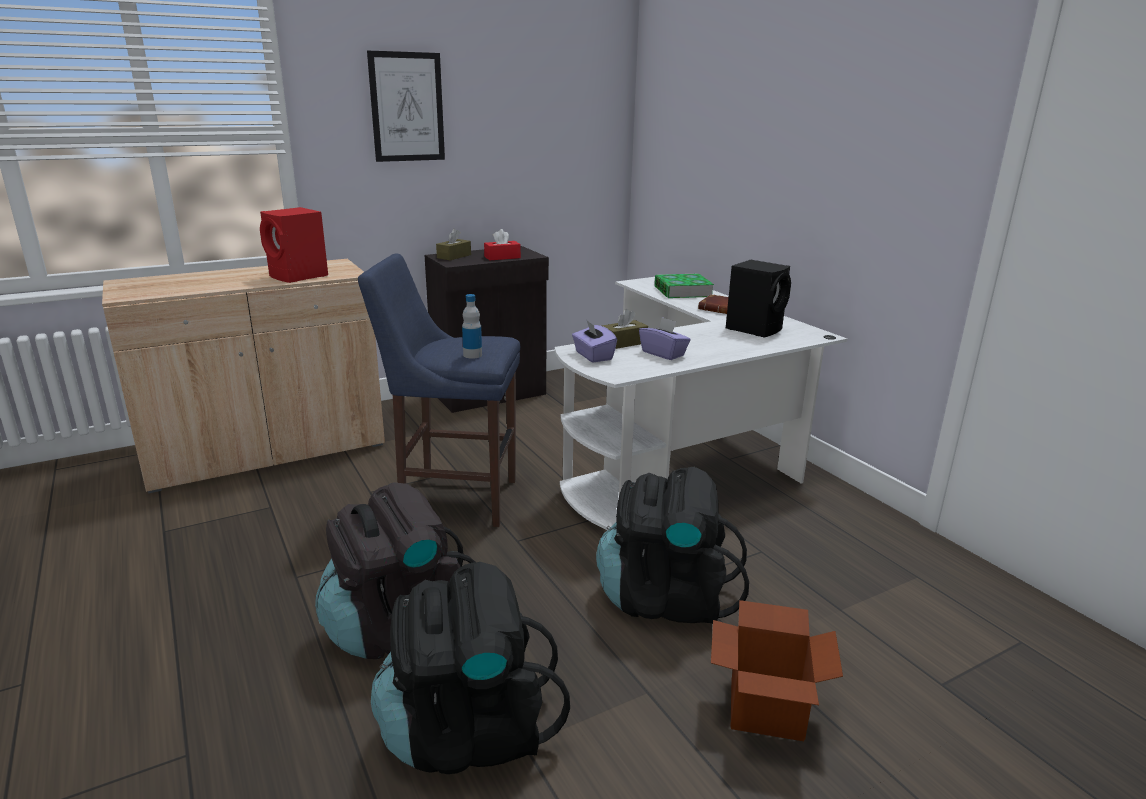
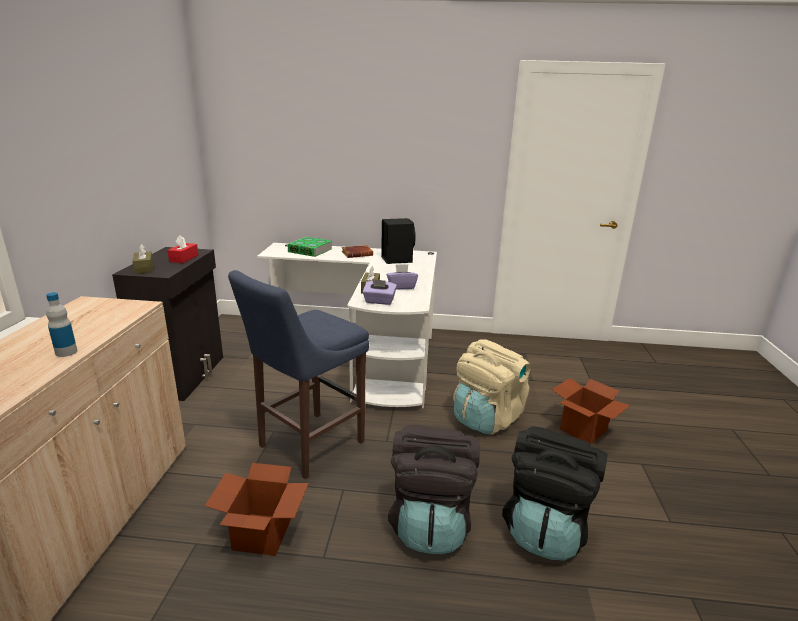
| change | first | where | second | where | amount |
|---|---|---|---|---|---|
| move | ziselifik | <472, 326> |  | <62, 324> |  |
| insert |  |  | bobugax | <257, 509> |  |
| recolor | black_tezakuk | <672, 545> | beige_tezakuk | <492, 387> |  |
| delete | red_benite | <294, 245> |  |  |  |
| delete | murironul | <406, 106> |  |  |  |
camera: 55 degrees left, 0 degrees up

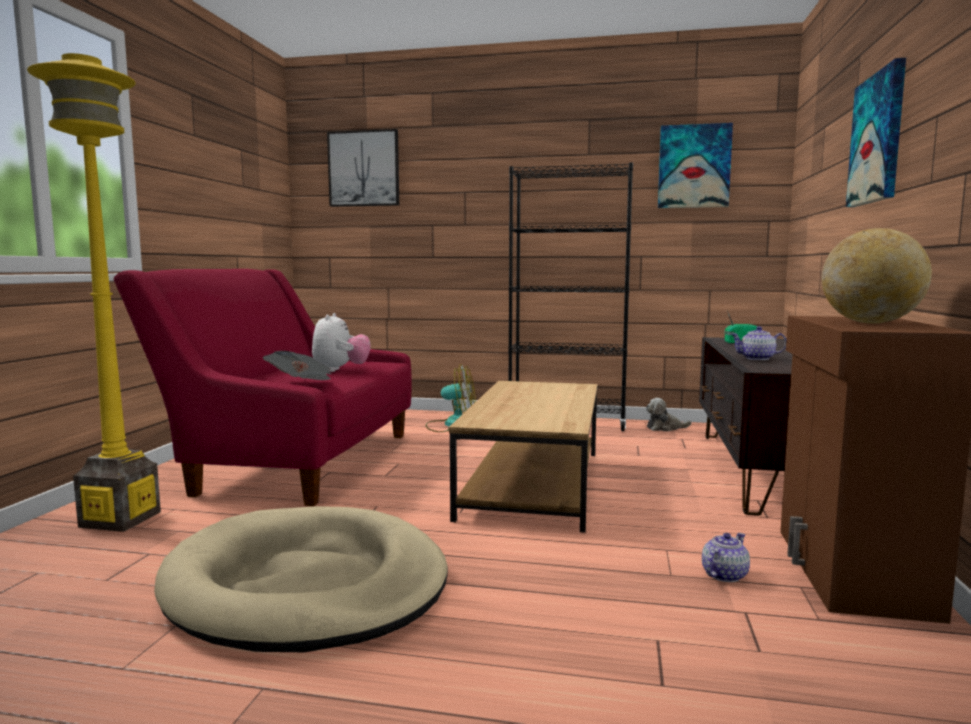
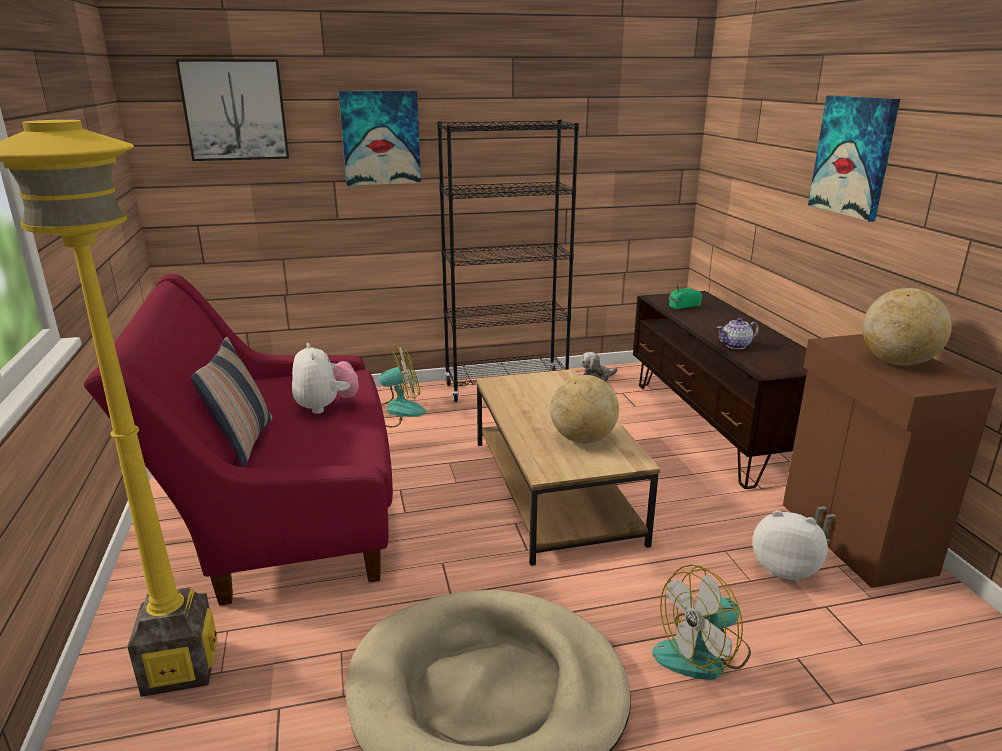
| change | first | where | second | where | amount |
|---|---|---|---|---|---|
| insert |  |  | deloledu | <232, 402> |  |
| move | murironul | <695, 165> |  | <380, 138> |  |
| insert |  |  | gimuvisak | <584, 409> |  |
| insert |  |  | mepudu | <701, 622> |  |
| replace | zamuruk | <726, 557> | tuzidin | <790, 545> |  |
| delete | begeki | <297, 365> |  |  |  |
camera: 25 degrees left, 15 degrees up

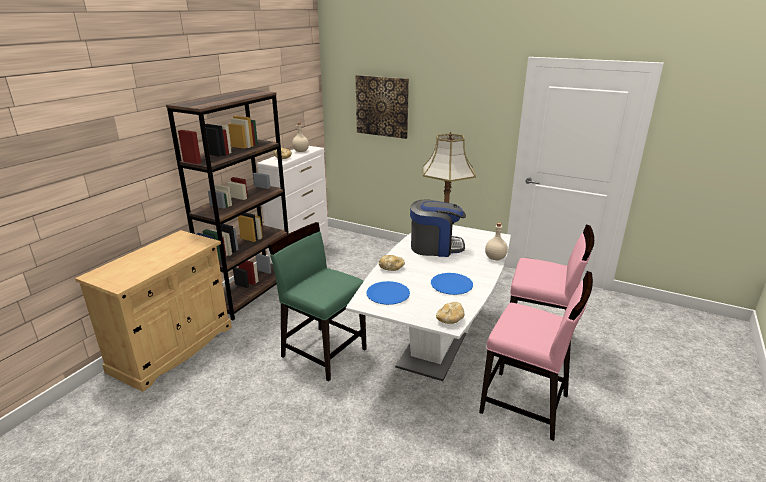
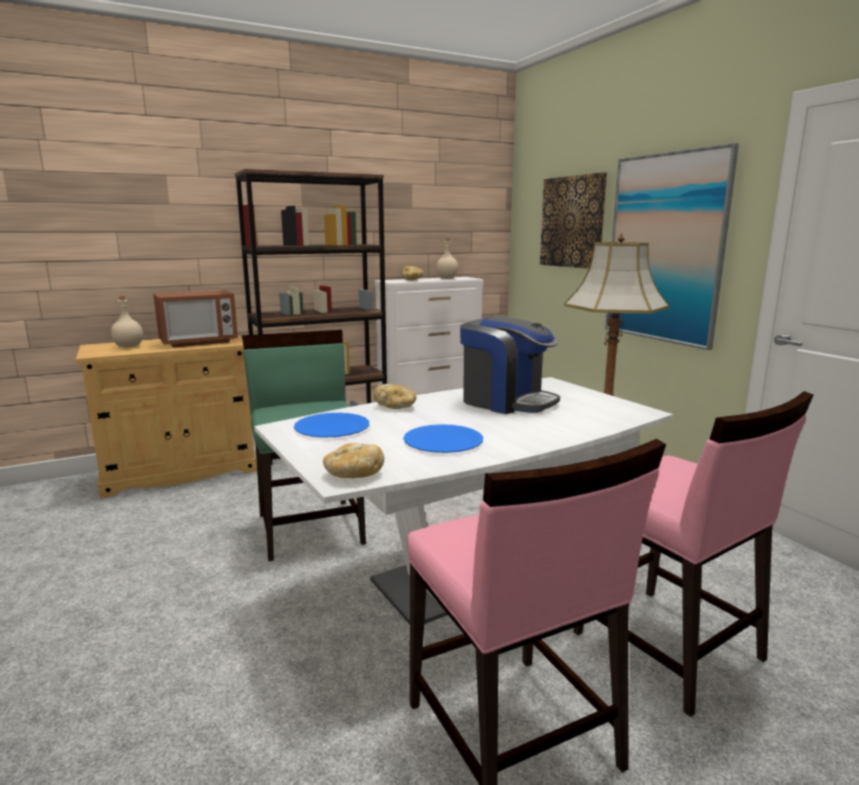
| change | first | where | second | where | amount |
|---|---|---|---|---|---|
| move | beige_ziselifik | <496, 241> |  | <127, 322> |  |
| insert |  |  | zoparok | <195, 318> |  |
| insert |  |  | murironul | <672, 246> |  |
camera: 35 degrees right, 10 degrees down

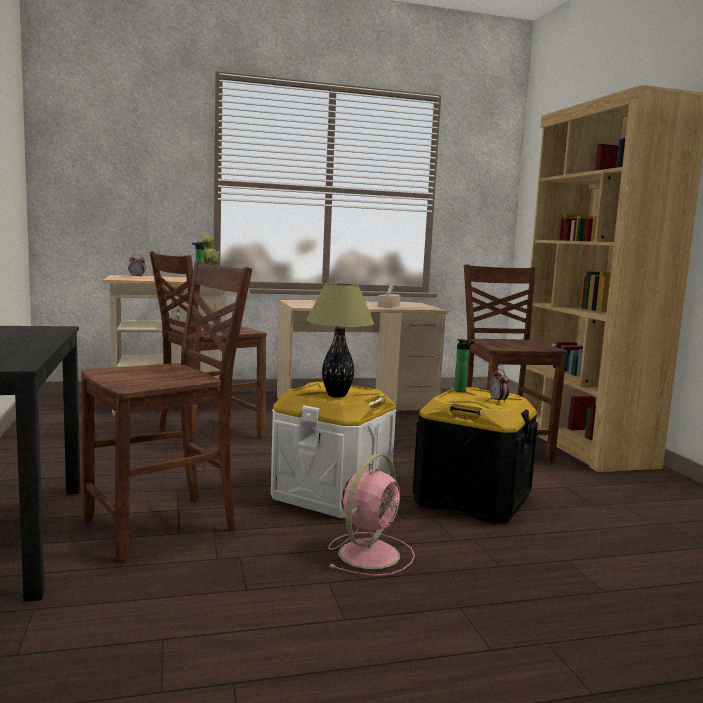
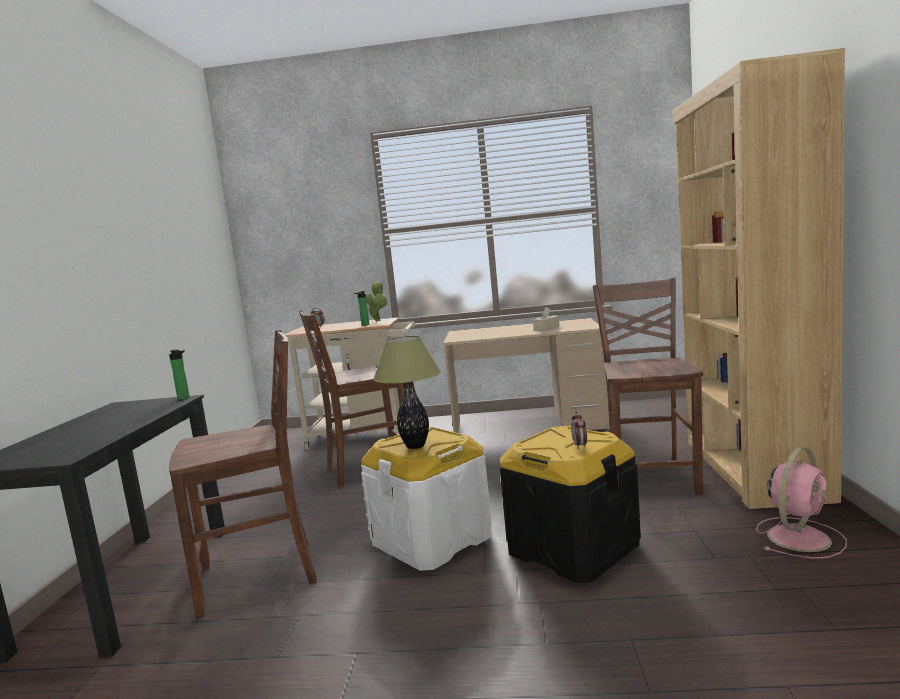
| change | first | where | second | where | amount |
|---|---|---|---|---|---|
| move | ziselifik | <464, 365> |  | <179, 374> |  |
| move | pink_mepudu | <372, 515> |  | <801, 503> |  |
camera: 20 degrees right, 0 degrees up

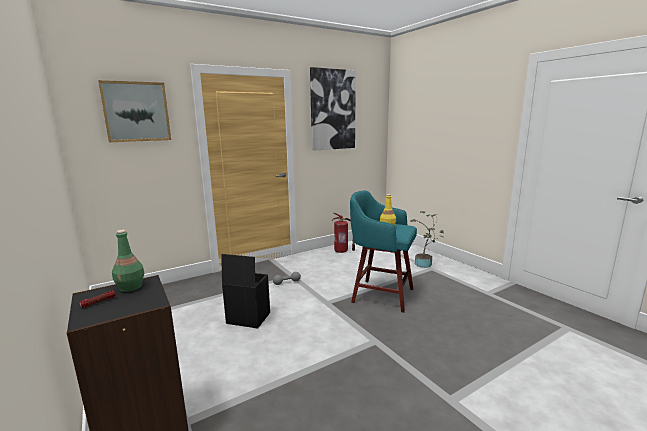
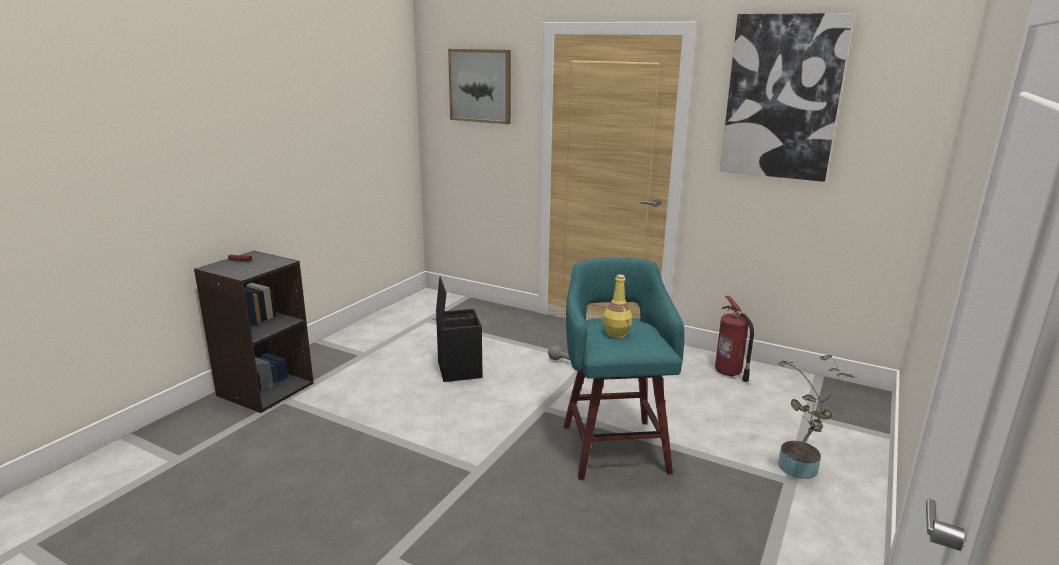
| change | first | where | second | where | amount |
|---|---|---|---|---|---|
| delete | green_ziselifik | <128, 261> |  |  |  |
camera: 60 degrees right, 5 degrees up

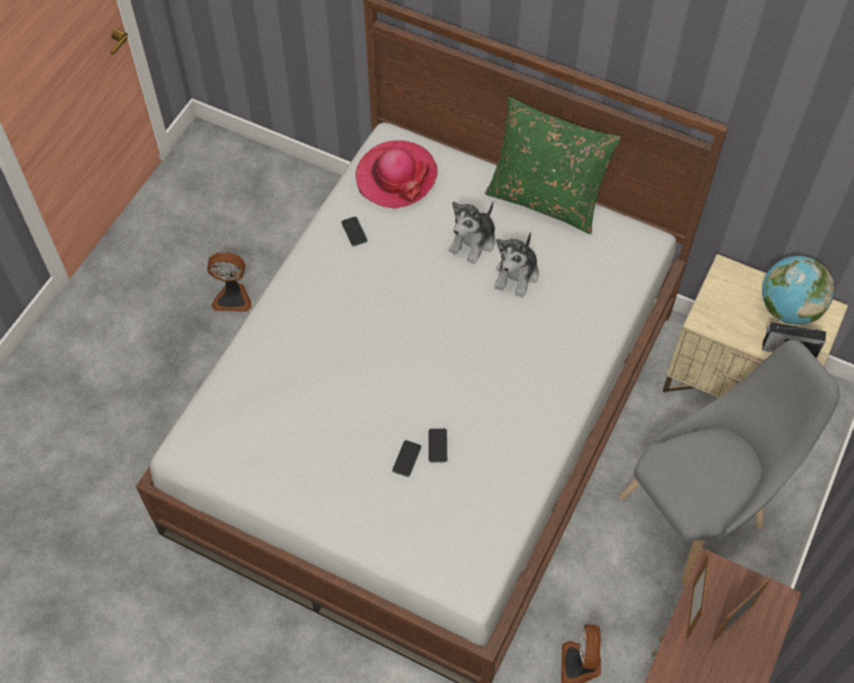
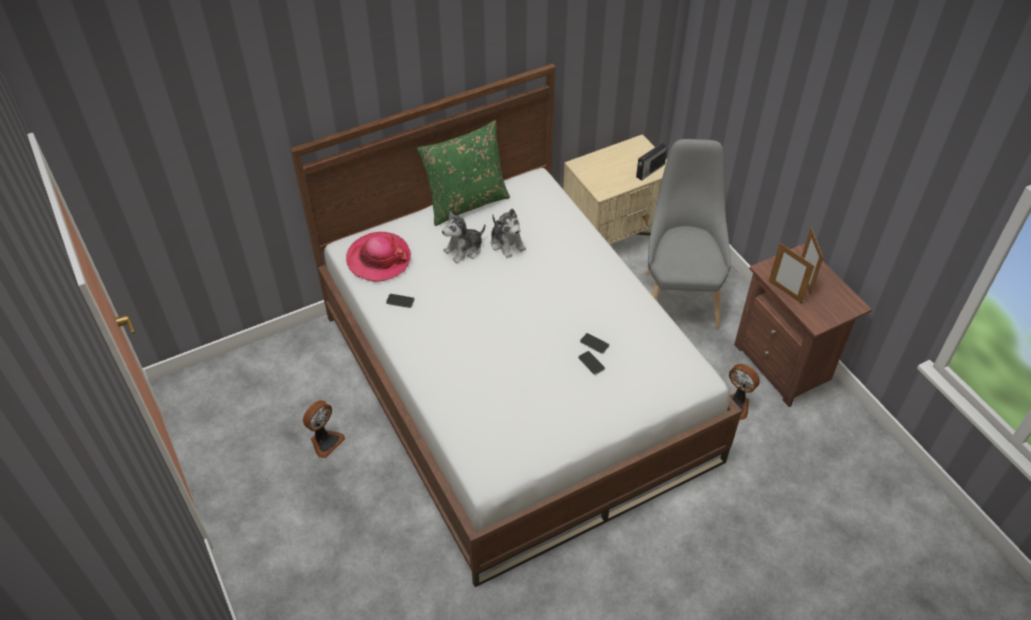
| change | first | where | second | where | amount |
|---|---|---|---|---|---|
| rotate | tuzidin | <472, 233> |  | <463, 237> | 75 degrees clockwise |
| delete | gimuvisak | <798, 290> |  |  |  |
camera: 55 degrees left, 10 degrees down

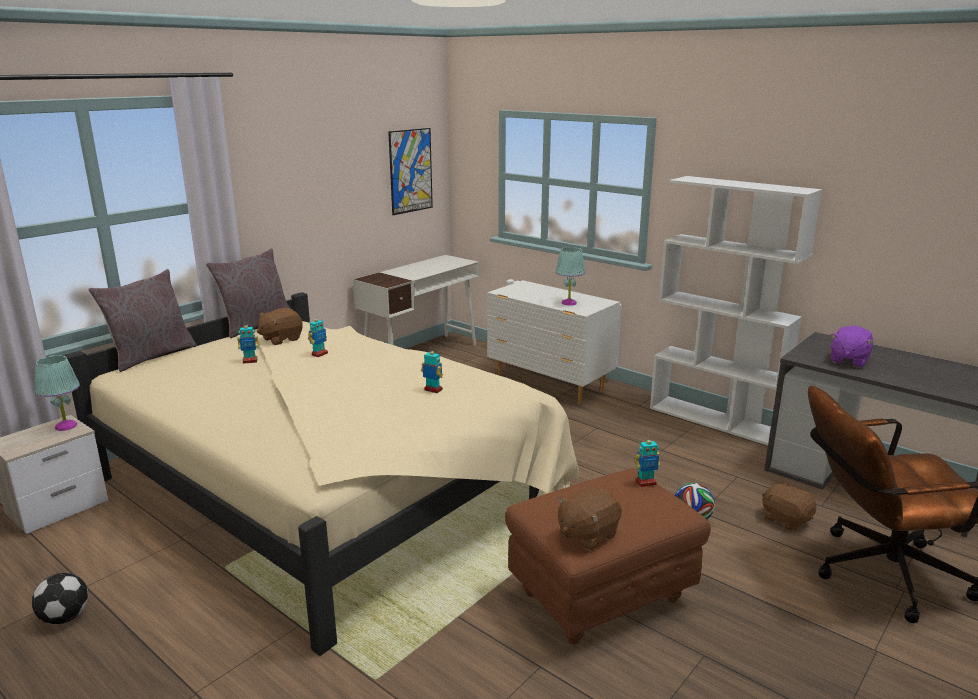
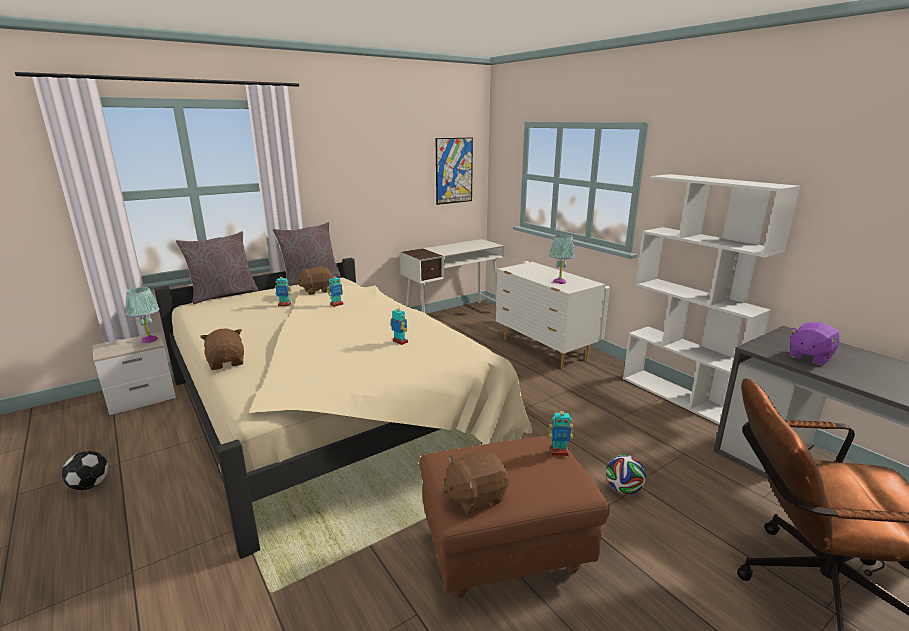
| change | first | where | second | where | amount |
|---|---|---|---|---|---|
| move | brown_tuzidin | <789, 506> |  | <222, 349> |  |
camera: 15 degrees right, 0 degrees up

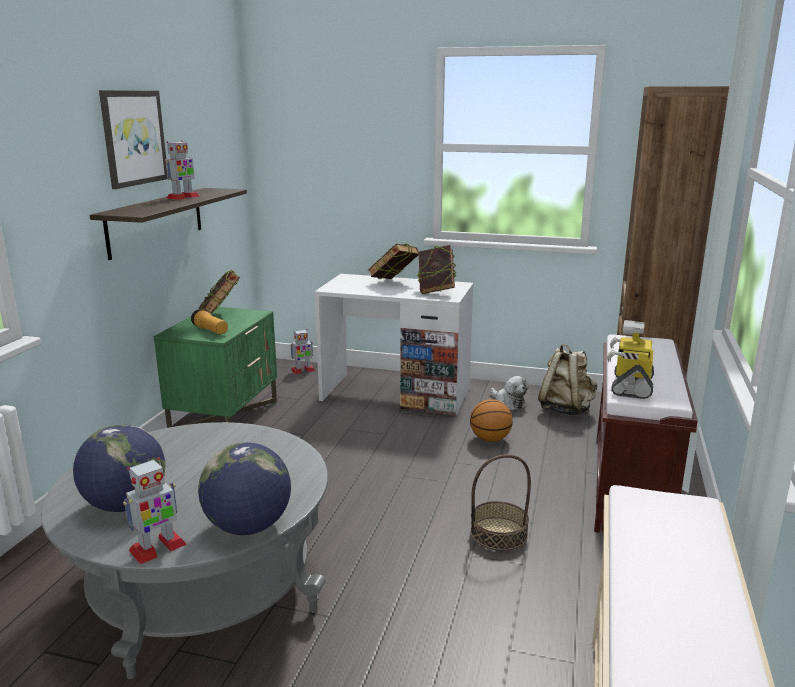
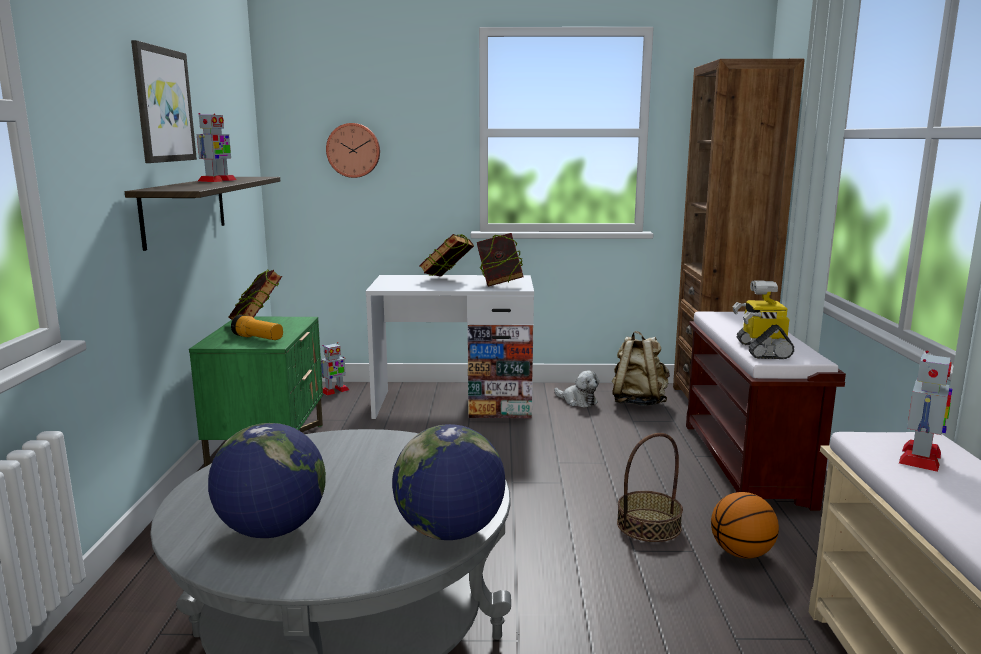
| change | first | where | second | where | amount |
|---|---|---|---|---|---|
| insert |  |  | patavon | <353, 150> |  |
| move | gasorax | <491, 420> |  | <745, 525> |  |
| move | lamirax | <155, 510> |  | <925, 411> |  |
camera: 15 degrees left, 5 degrees down

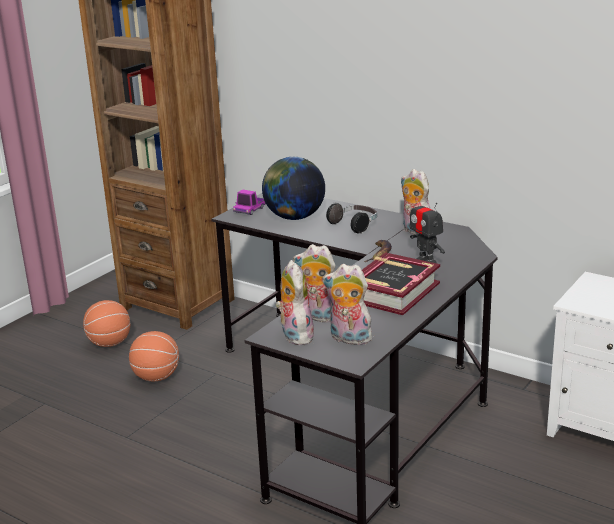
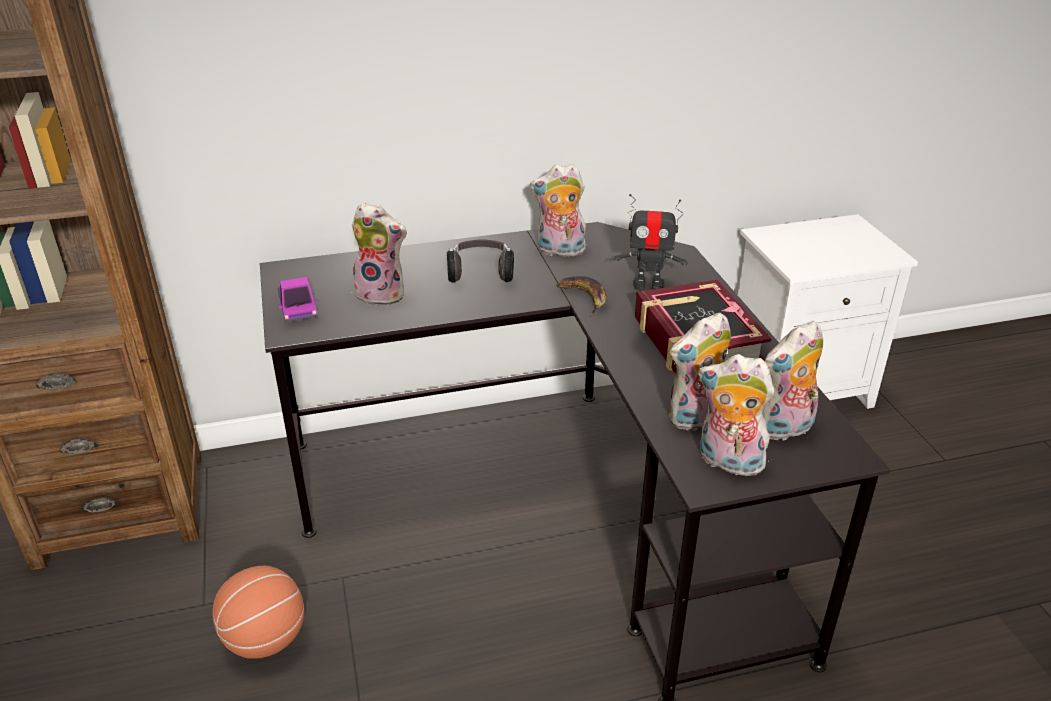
| change | first | where | second | where | amount |
|---|---|---|---|---|---|
| replace | gimuvisak | <293, 188> | tuzidin | <379, 254> |  |
| delete | gasorax | <107, 323> |  |  |  |
camera: 50 degrees left, 10 degrees up

